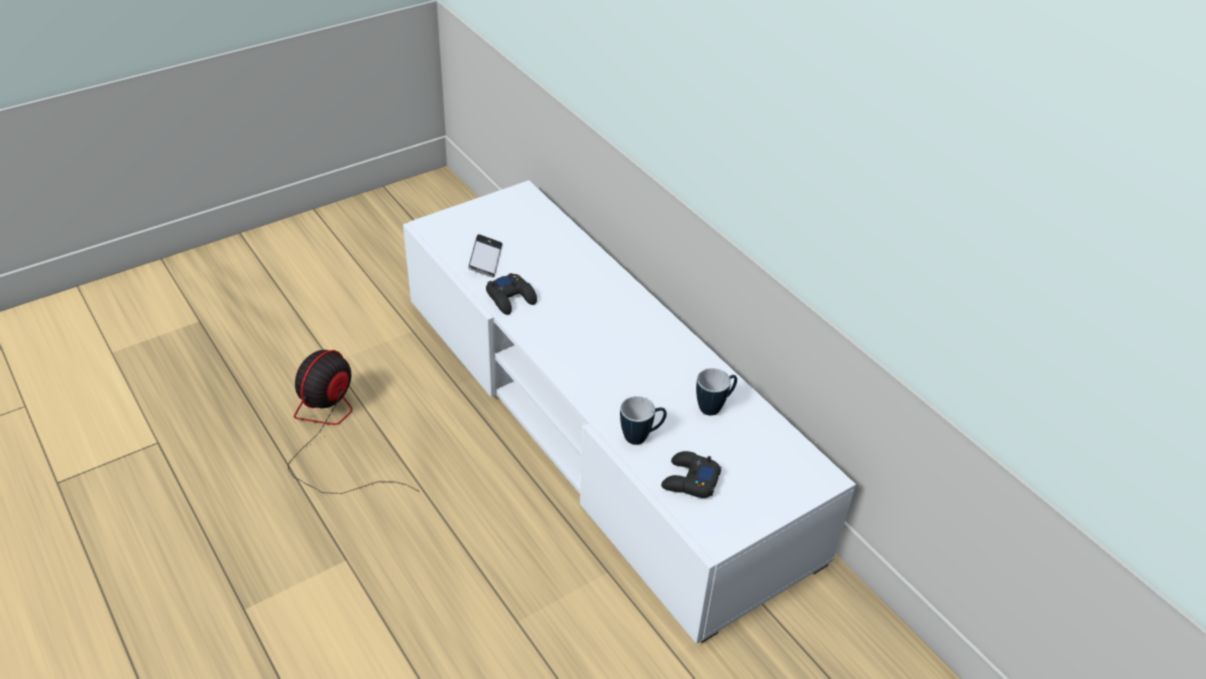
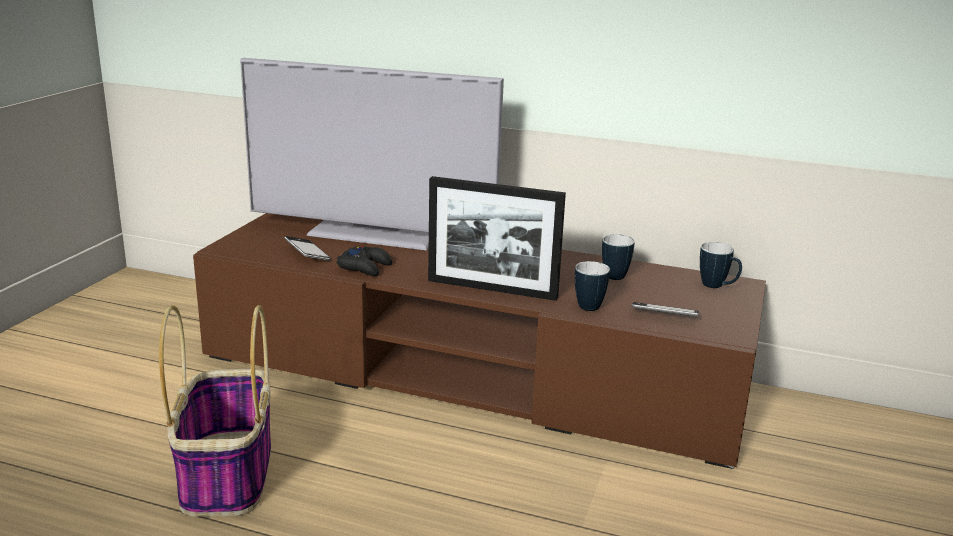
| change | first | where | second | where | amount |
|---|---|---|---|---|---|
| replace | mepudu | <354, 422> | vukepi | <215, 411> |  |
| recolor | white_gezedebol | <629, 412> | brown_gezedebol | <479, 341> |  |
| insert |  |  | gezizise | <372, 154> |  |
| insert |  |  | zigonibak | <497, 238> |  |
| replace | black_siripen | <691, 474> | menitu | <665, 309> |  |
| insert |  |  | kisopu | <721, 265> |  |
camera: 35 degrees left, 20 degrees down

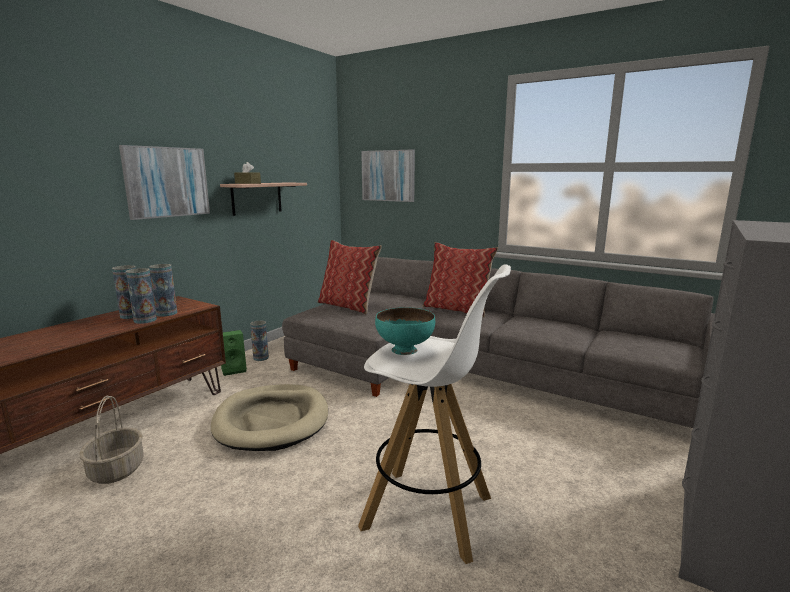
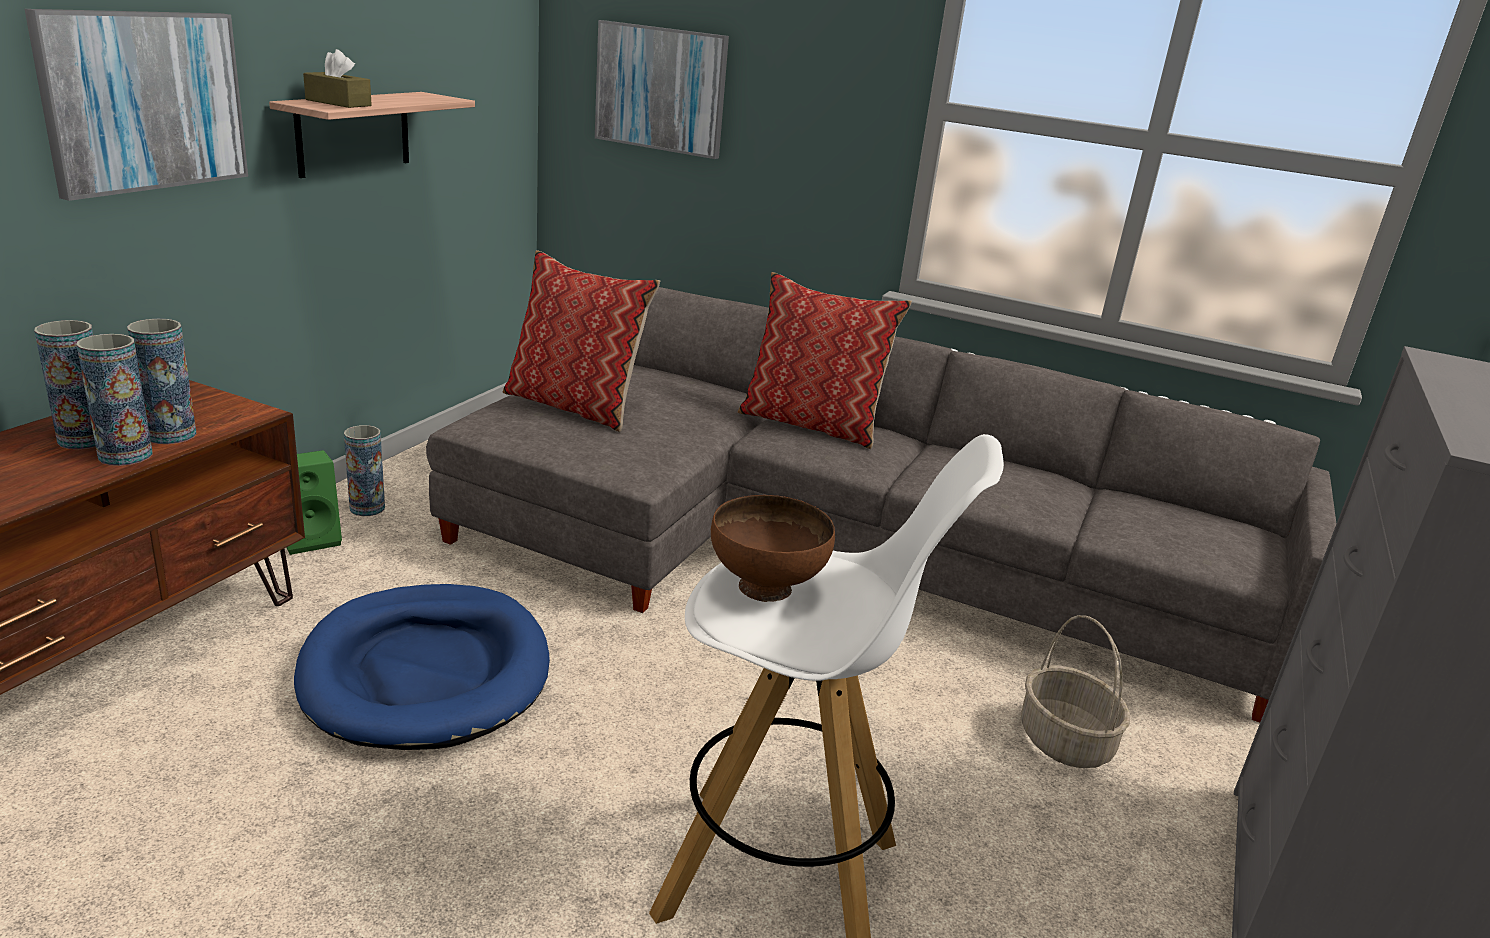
| change | first | where | second | where | amount |
|---|---|---|---|---|---|
| recolor | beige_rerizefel | <269, 417> | blue_rerizefel | <422, 667> |  |
| recolor | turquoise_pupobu | <405, 331> | brown_pupobu | <773, 548> |  |
| move | vukepi | <111, 440> |  | <1075, 691> |  |
camera: 10 degrees left, 10 degrees up

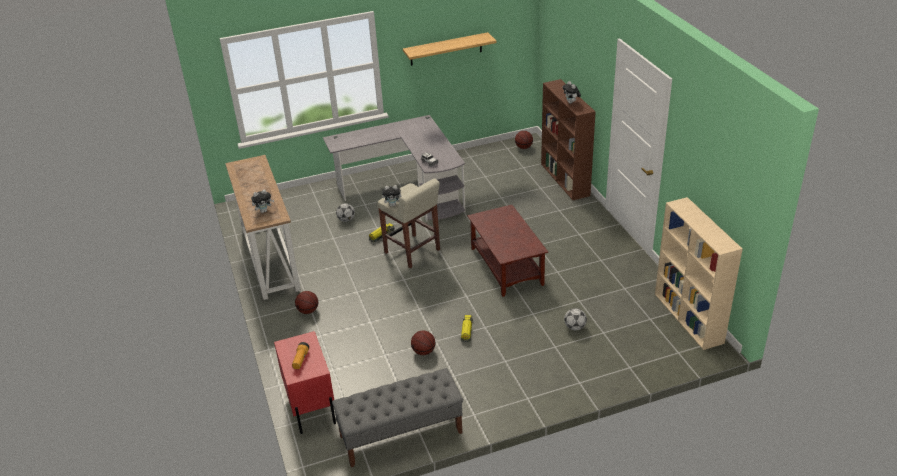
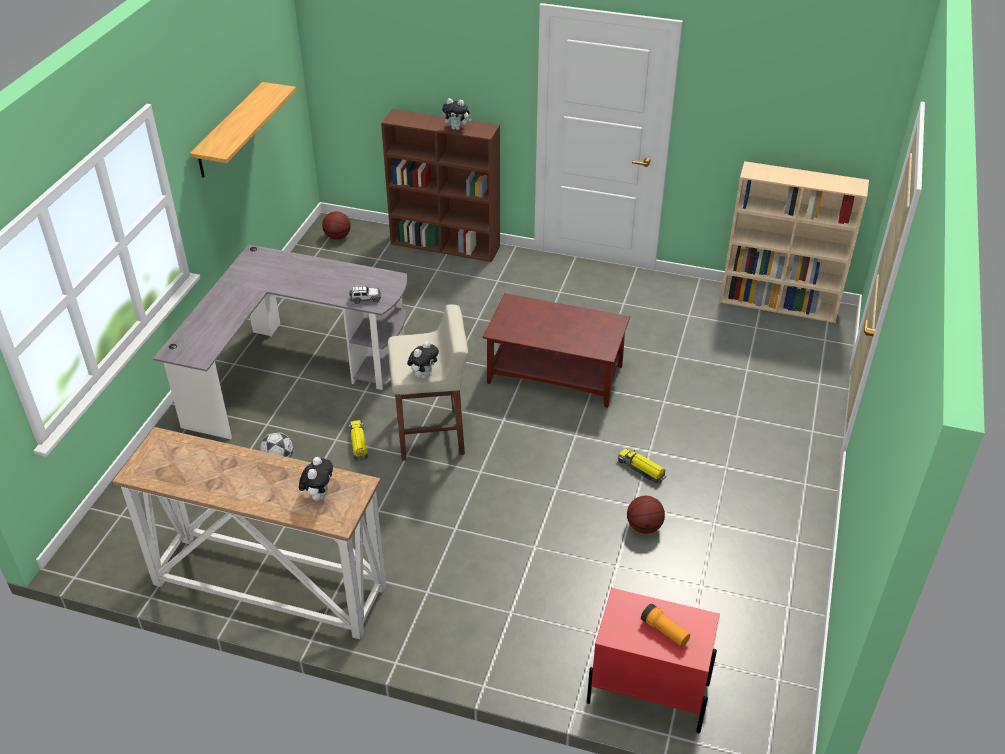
| change | first | where | second | where | amount |
|---|---|---|---|---|---|
| delete | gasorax | <306, 302> |  |  |  |
| delete | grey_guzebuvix | <397, 417> |  |  |  |
| delete | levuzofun | <575, 319> |  |  |  |
camera: 55 degrees left, 5 degrees up

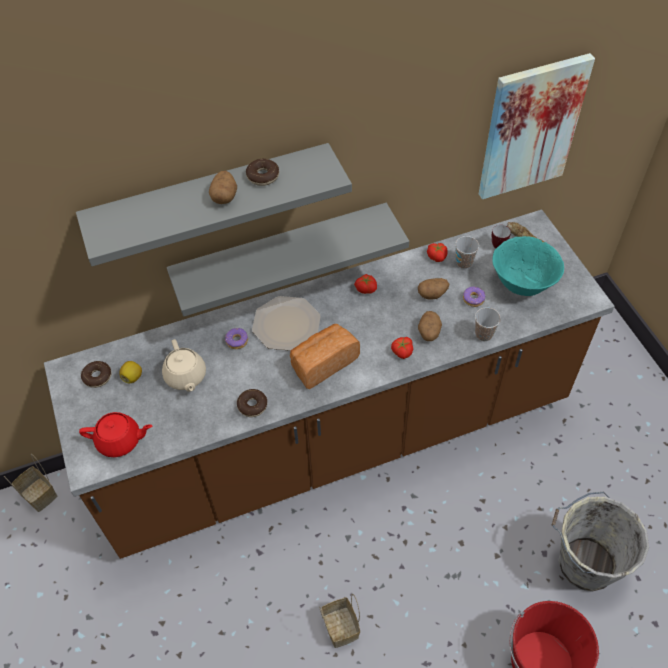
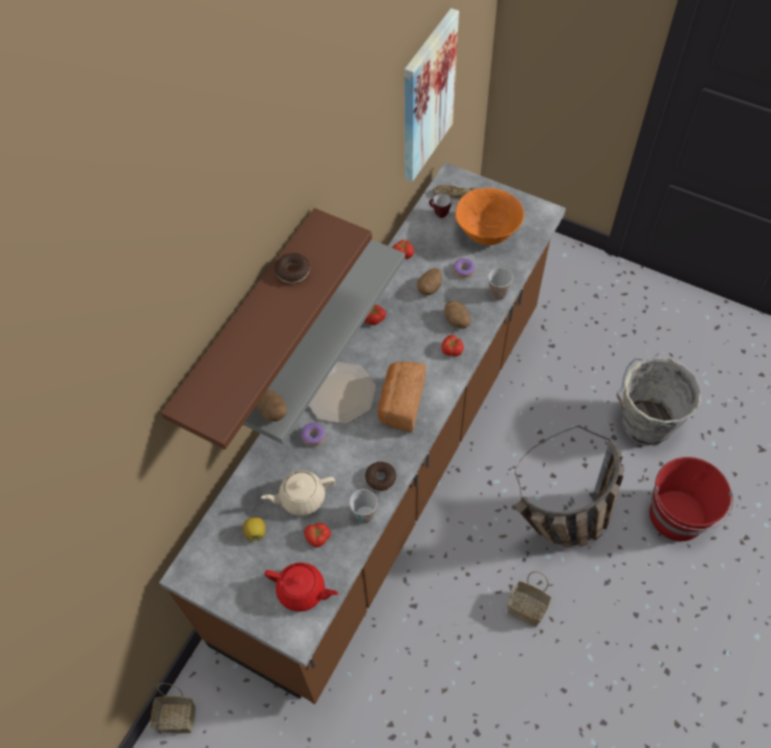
| change | first | where | second | where | amount |
|---|---|---|---|---|---|
| recolor | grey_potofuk | <214, 204> | brown_potofuk | <266, 328> |  |
| move | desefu | <223, 187> |  | <272, 405> |  |
| rotate | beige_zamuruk | <184, 365> |  | <298, 493> | 135 degrees clockwise |
| rotate | red_zamuruk | <115, 434> |  | <301, 587> | 60 degrees clockwise |
| insert |  |  | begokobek | <317, 535> |  |
| move | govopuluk | <467, 252> |  | <363, 506> |  |
| recolor | turquoise_pupobu | <528, 266> | orange_pupobu | <489, 216> |  |
| insert |  |  | vukepi | <569, 486> |  |
| delete | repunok | <96, 374> |  |  |  |
camera: 40 degrees left, 5 degrees up

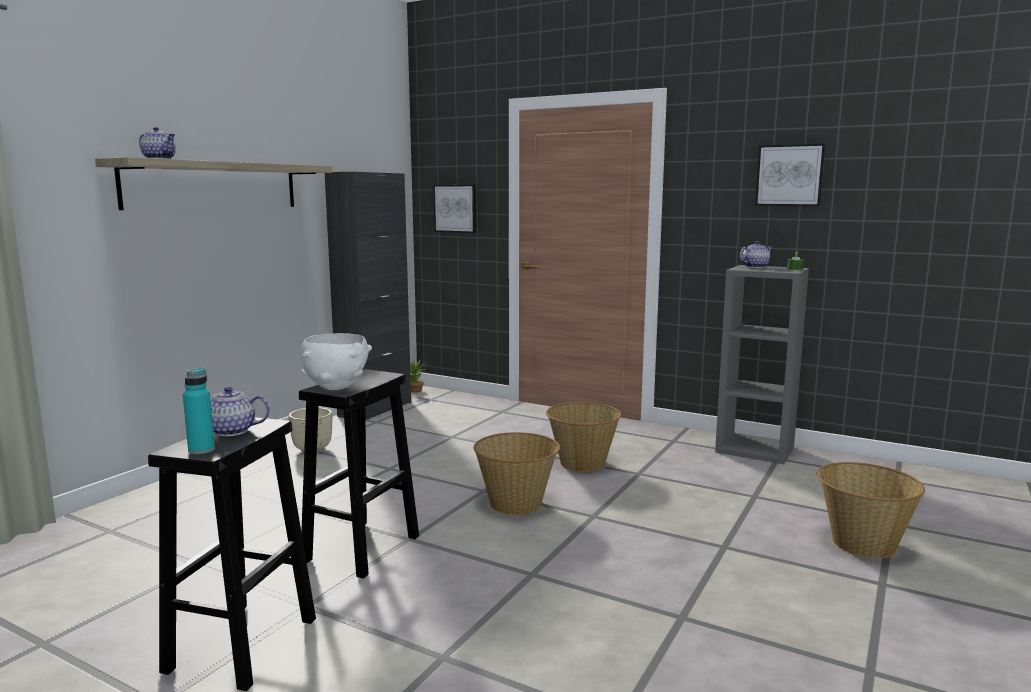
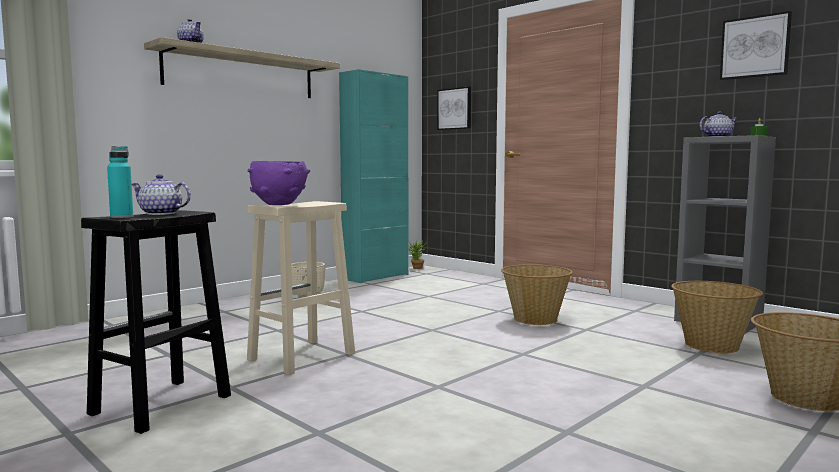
| change | first | where | second | where | amount |
|---|---|---|---|---|---|
| recolor | white_pupobu | <336, 361> | purple_pupobu | <278, 183> |  |
| recolor | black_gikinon | <359, 474> | beige_gikinon | <301, 288> |  |
| recolor | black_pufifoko | <368, 296> | turquoise_pufifoko | <374, 176> |  |
| move | vukepi | <517, 473> |  | <717, 317> |  |
camera: 15 degrees right, 5 degrees down

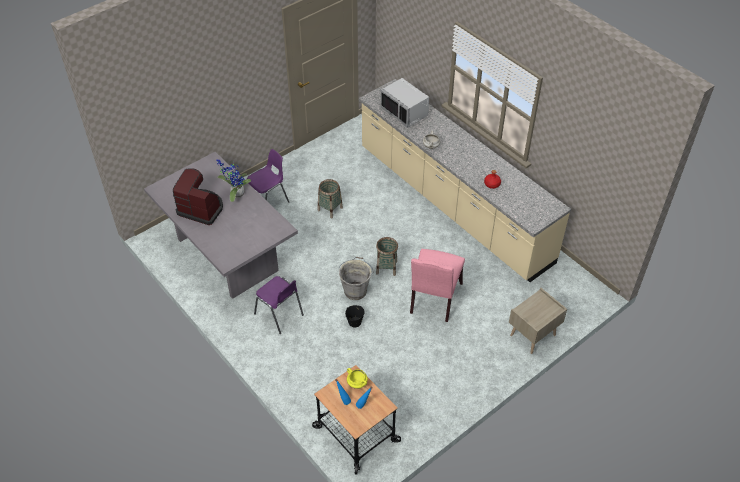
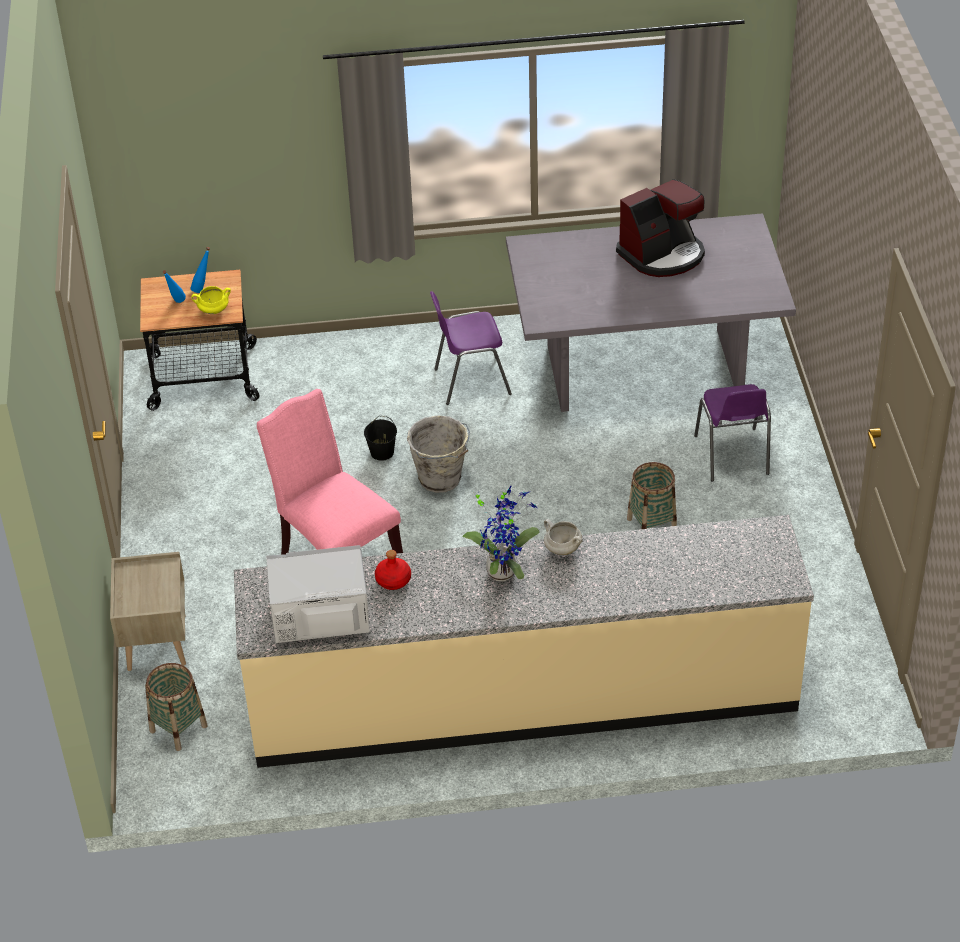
| change | first | where | second | where | amount |
|---|---|---|---|---|---|
| move | vukepi | <387, 256> |  | <176, 707> |  |
| move | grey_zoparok | <405, 103> |  | <318, 594> |  |
| move | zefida | <233, 180> |  | <501, 533> |  |
camera: 125 degrees right, 5 degrees down

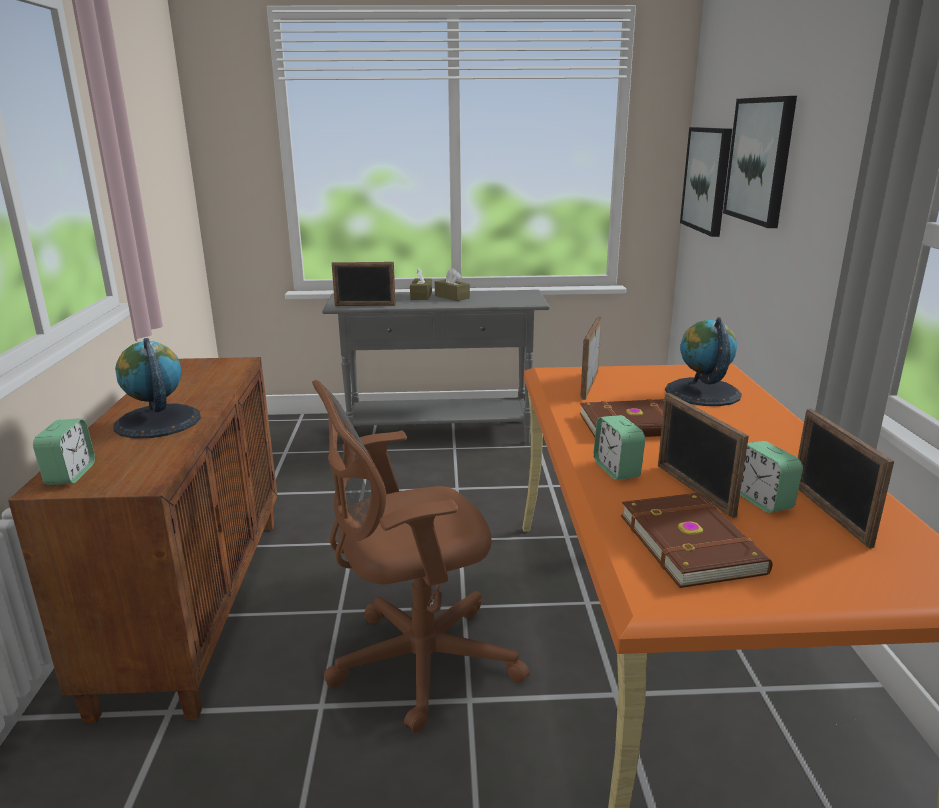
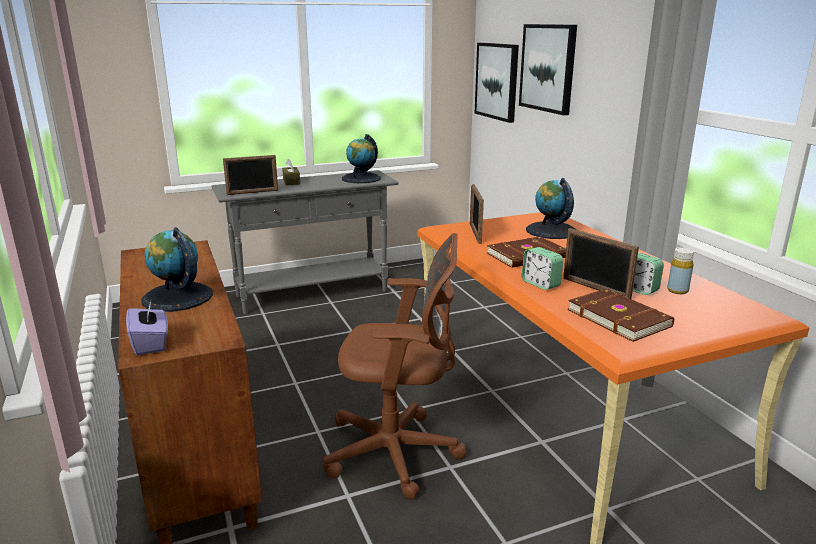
| change | first | where | second | where | amount |
|---|---|---|---|---|---|
| replace | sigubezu | <64, 452> | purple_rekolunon | <147, 328> |  |
| rotate | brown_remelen | <421, 556> |  | <394, 366> | 135 degrees counterclockwise |
| insert |  |  | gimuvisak | <361, 158> |  |
| replace | zigonibak | <846, 478> | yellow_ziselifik | <680, 270> |  |
| delete | brown_rekolunon | <452, 284> |  |  |  |
camera: 20 degrees left, 0 degrees up

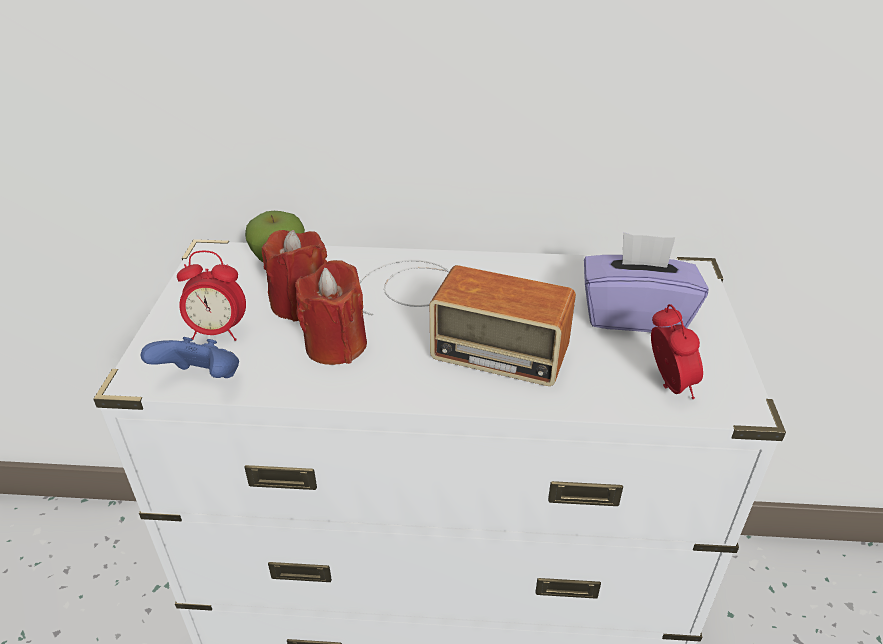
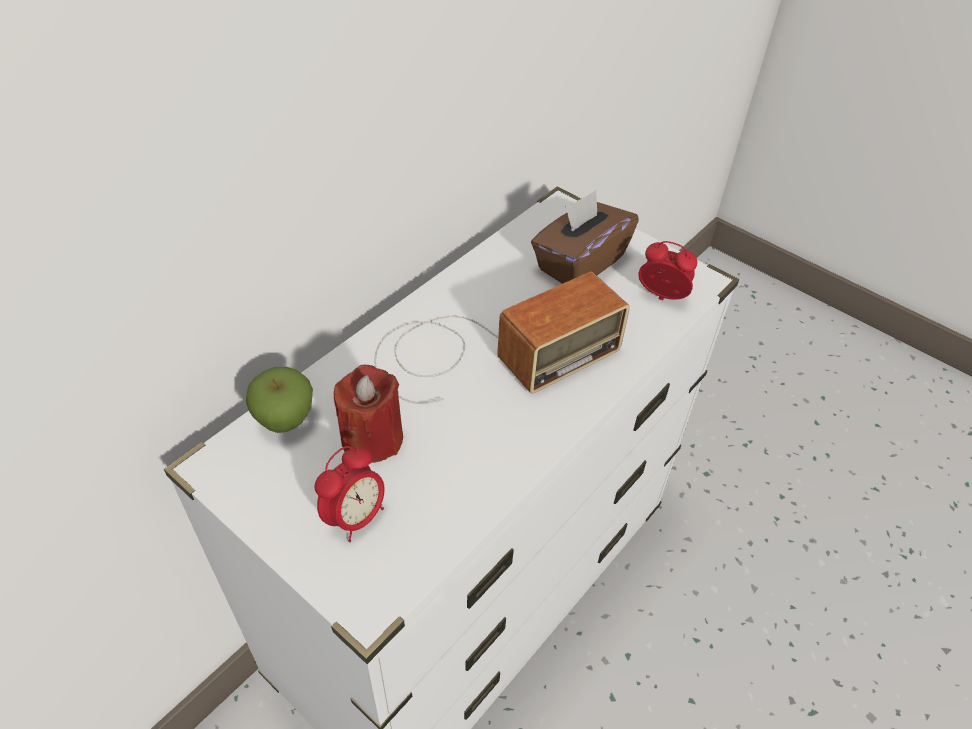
| change | first | where | second | where | amount |
|---|---|---|---|---|---|
| recolor | purple_rekolunon | <646, 282> | brown_rekolunon | <585, 237> |  |
| delete | blue_siripen | <190, 357> |  |  |  |
| delete | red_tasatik | <331, 312> |  |  |  |
camera: 55 degrees left, 10 degrees up

